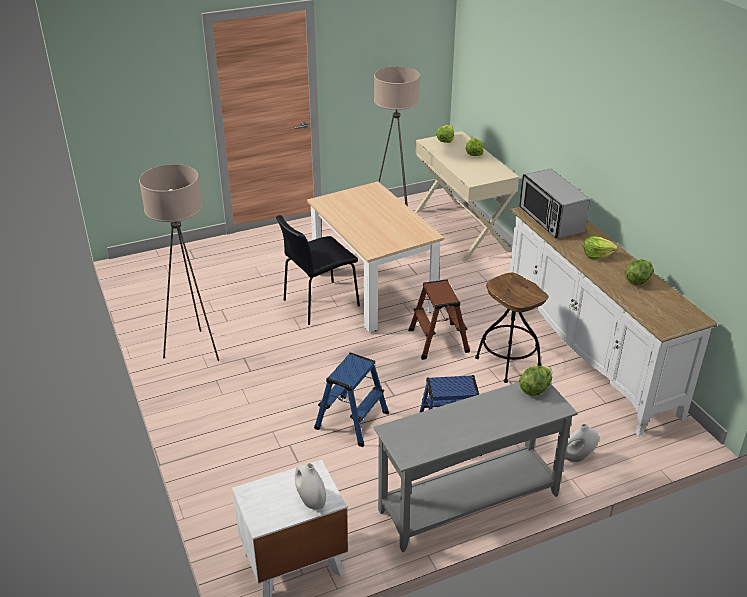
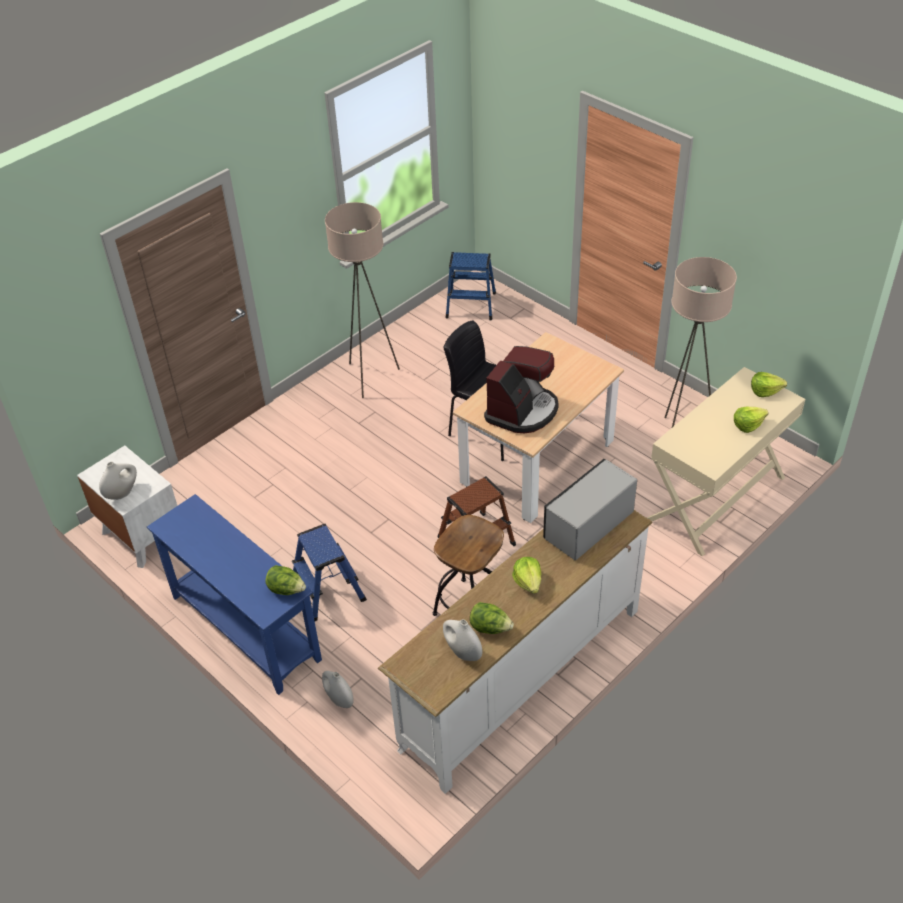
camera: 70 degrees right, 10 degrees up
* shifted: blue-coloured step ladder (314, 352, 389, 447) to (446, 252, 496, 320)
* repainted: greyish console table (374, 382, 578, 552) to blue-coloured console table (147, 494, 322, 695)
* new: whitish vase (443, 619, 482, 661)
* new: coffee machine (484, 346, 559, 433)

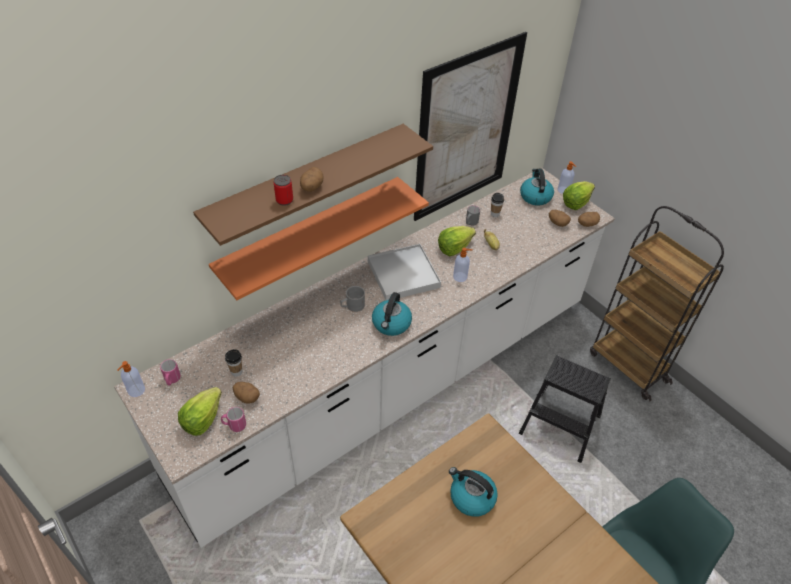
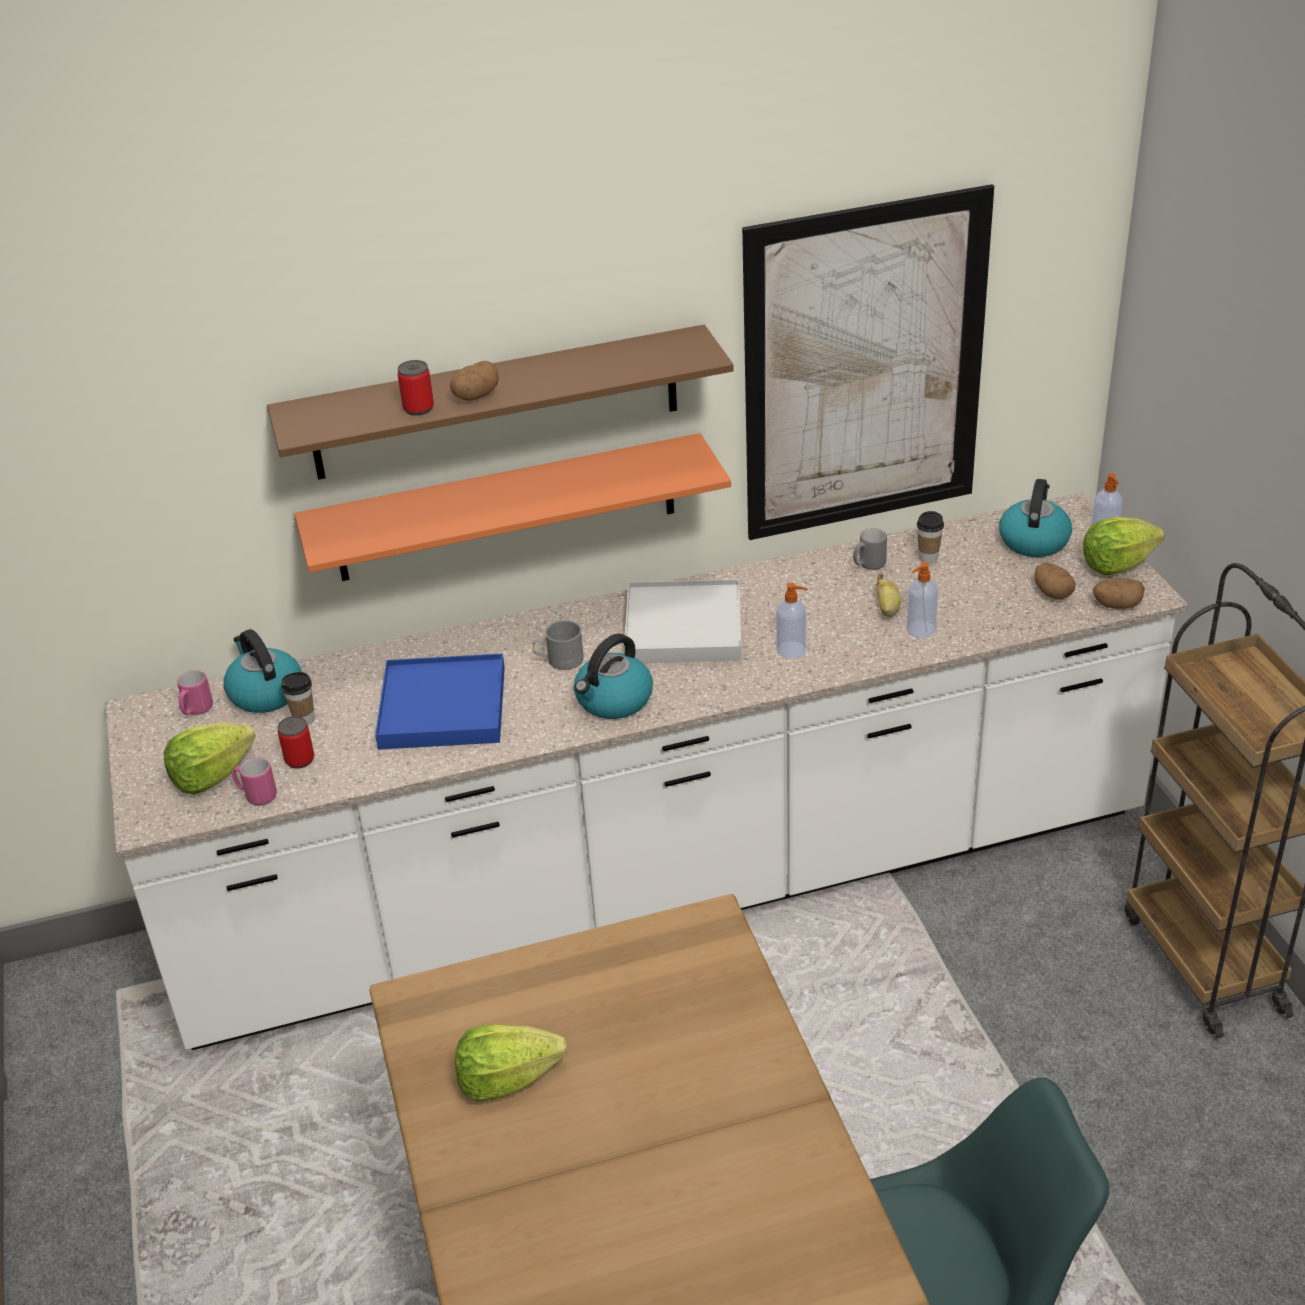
camera: 25 degrees right, 10 degrees down
* shifted: soap dispenser (117, 361, 145, 397) to (907, 562, 938, 638)
* swapped: whole potato (233, 382, 260, 404) to sealed can (277, 716, 314, 769)
* shifted: lettuce head (438, 226, 476, 256) to (455, 1024, 567, 1101)
* shifted: tea kettle (449, 467, 498, 517) to (224, 629, 302, 713)
* gone: black-coloured step ladder (519, 355, 611, 463)
* new: blue-coloured carrying tray (375, 653, 505, 750)

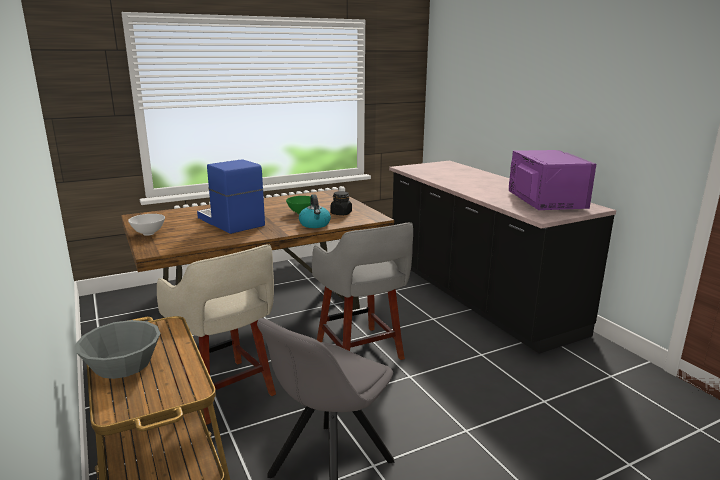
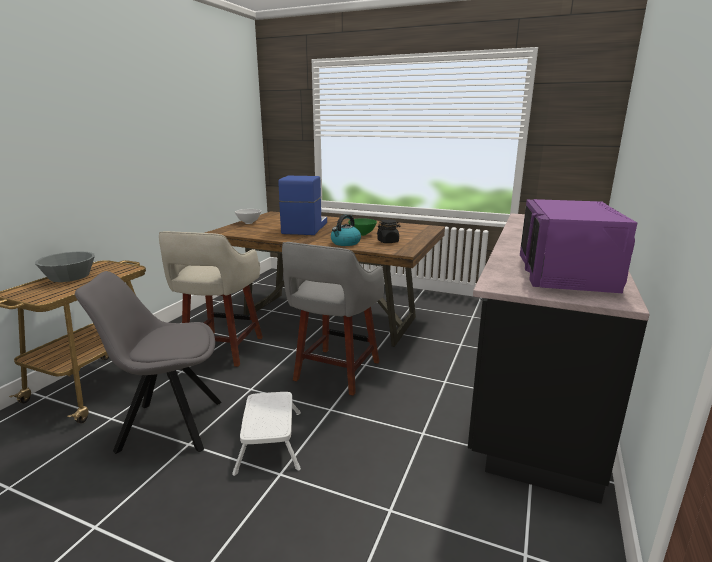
camera: 50 degrees right, 0 degrees up
* rotated: purple-coloured microwave oven (509, 150, 596, 210) = (520, 199, 637, 293) 150 degrees clockwise
* new: whitish step ladder (232, 392, 301, 476)

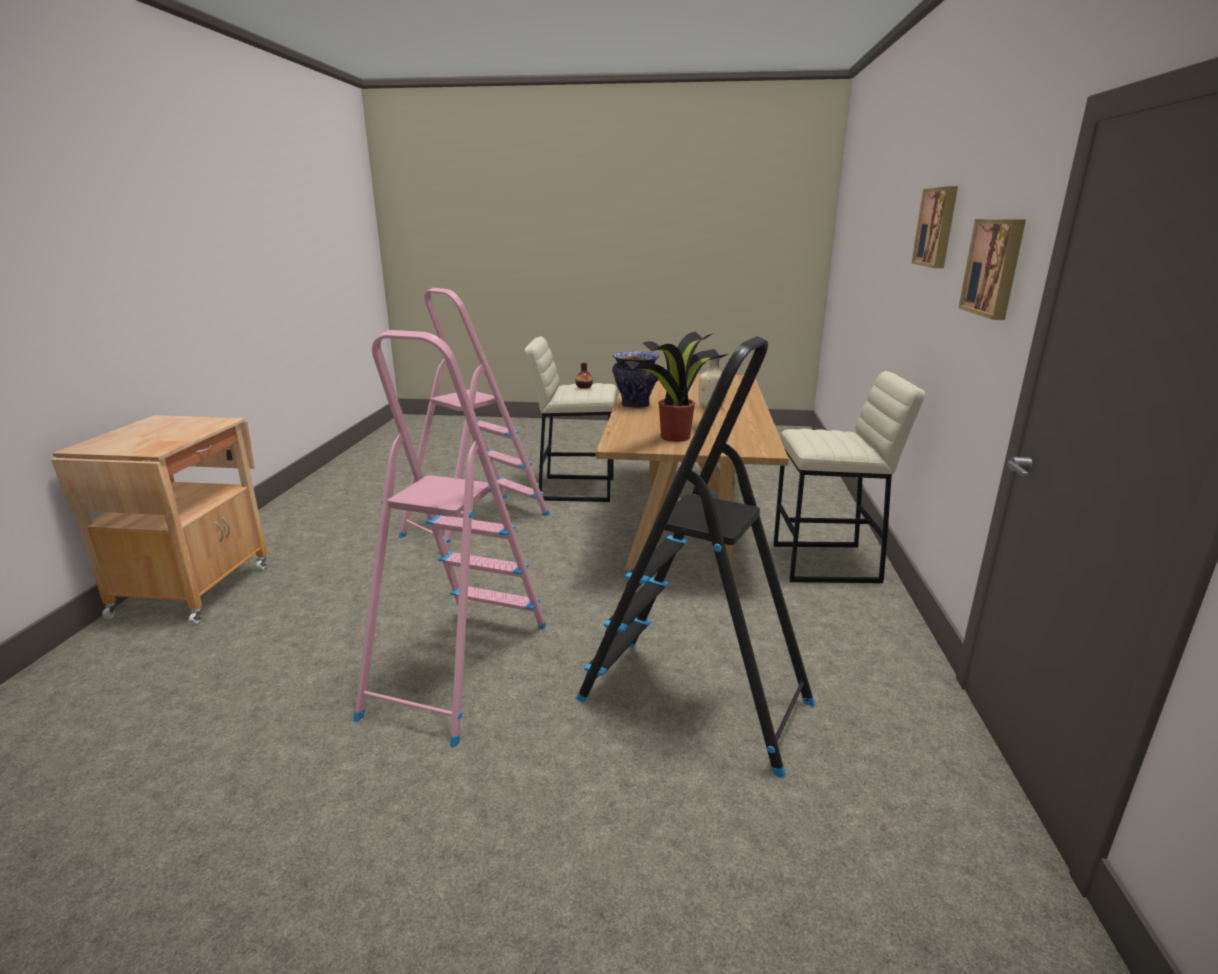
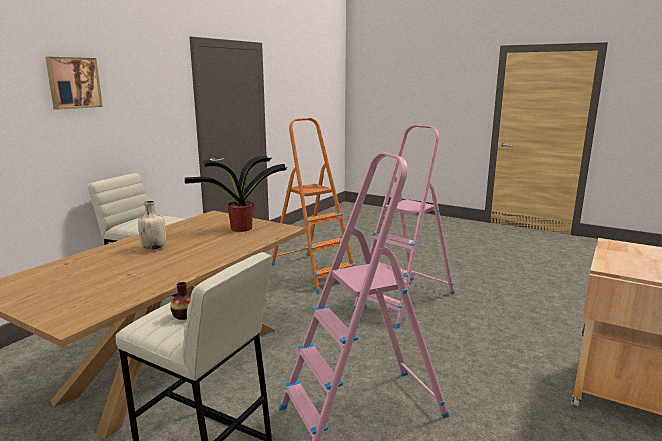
camera: 155 degrees left, 5 degrees down
* repainted: black-coloured step ladder (576, 336, 815, 778) to orangey step ladder (272, 118, 355, 294)
* gone: vase (612, 351, 659, 409)
* gone: picture (959, 219, 1026, 320)

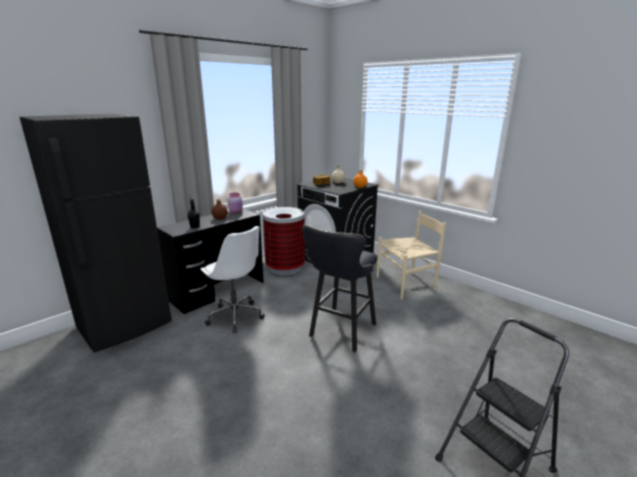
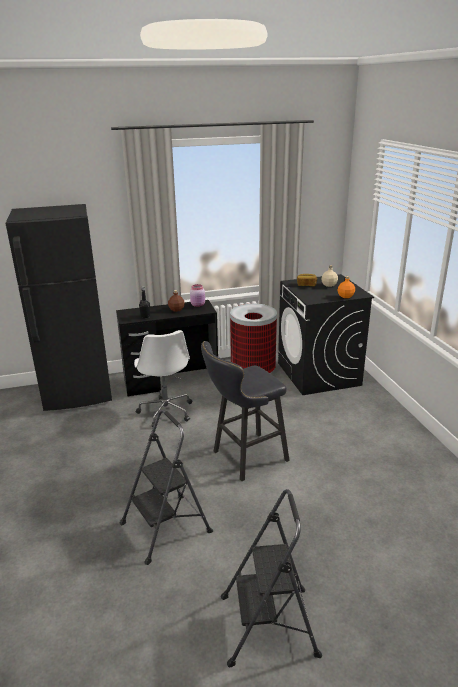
camera: 30 degrees right, 5 degrees up
* gone: sand-coloured plain chair (376, 211, 446, 299)
* new: black-coloured step ladder (120, 409, 213, 565)

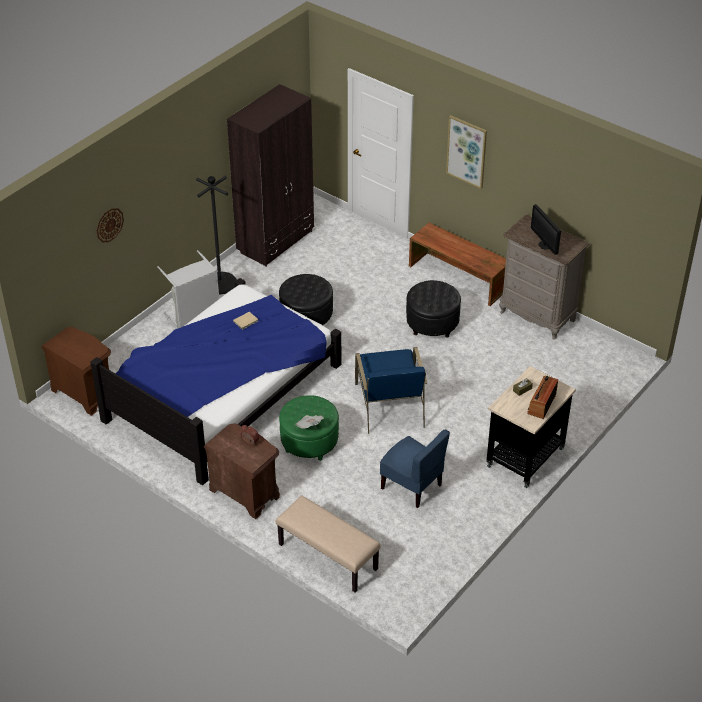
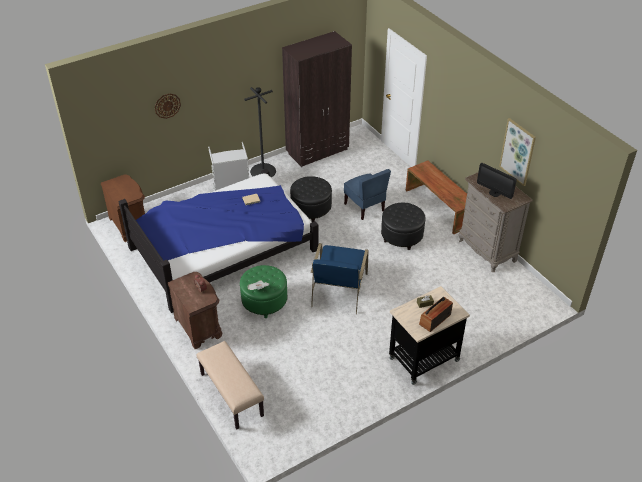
camera: 20 degrees right, 0 degrees up
* shifted: blue-coloured plain chair (380, 429, 450, 508) to (344, 169, 391, 220)
* shifted: picture (446, 115, 487, 189) to (499, 118, 536, 186)
* rotated: monitor (531, 204, 561, 255) = (477, 163, 517, 199) 45 degrees counterclockwise

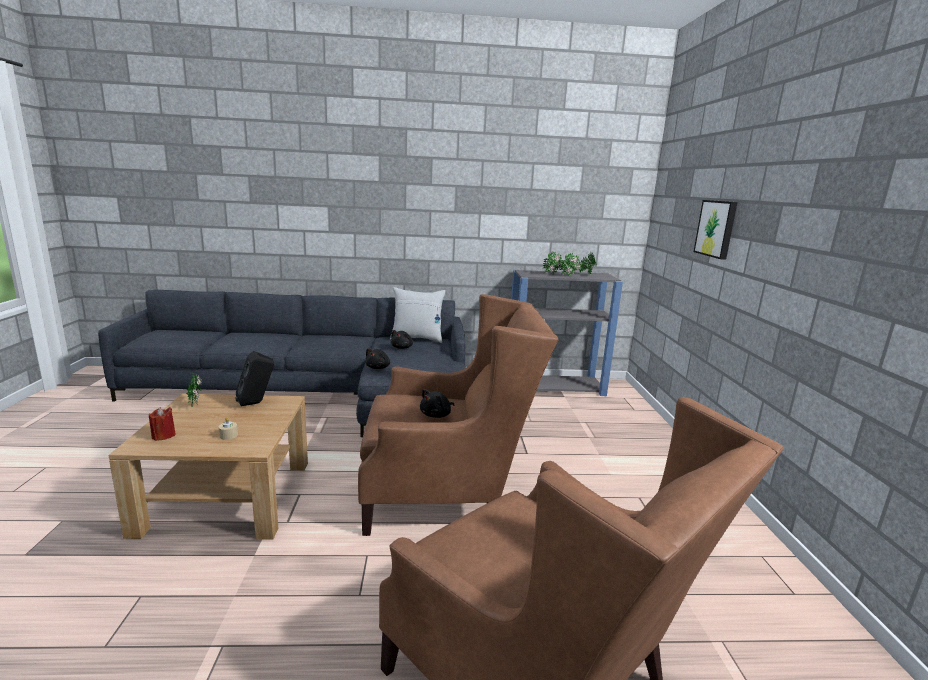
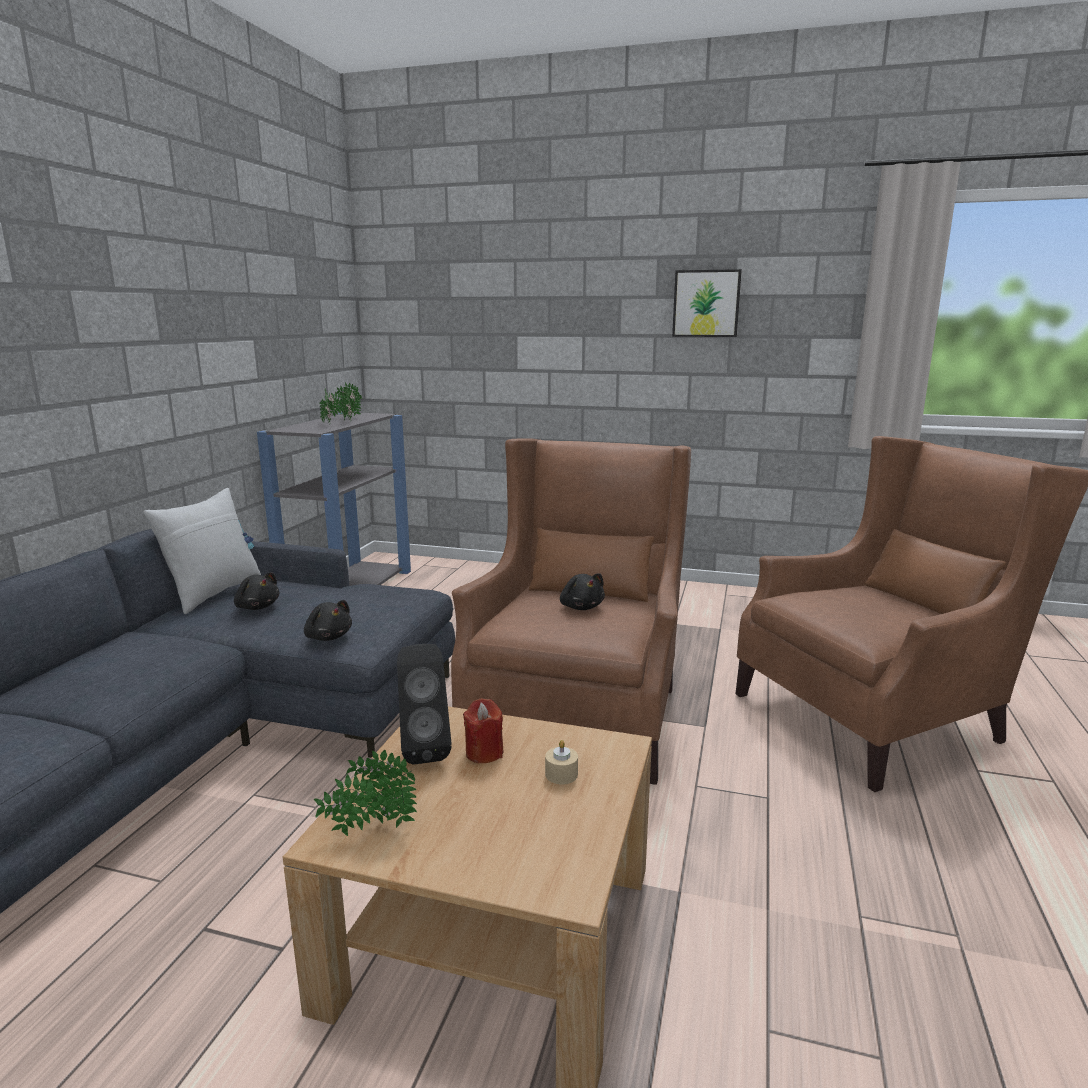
camera: 70 degrees left, 0 degrees up
* shifted: reddish wax light (149, 407, 176, 441) to (463, 698, 504, 763)
* shifted: picture (694, 200, 737, 260) to (672, 269, 742, 337)

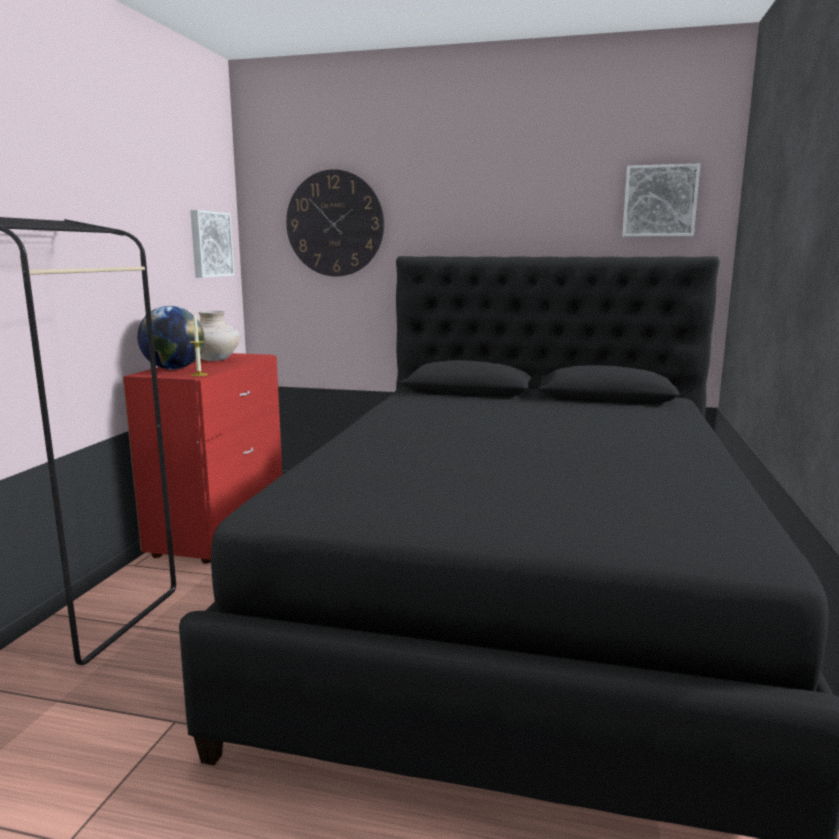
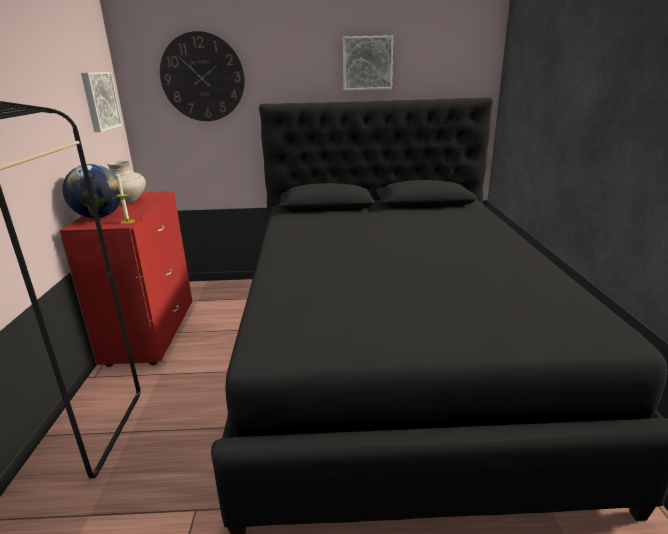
camera: 15 degrees left, 10 degrees up
* shifted: picture (622, 164, 700, 237) to (343, 35, 393, 91)

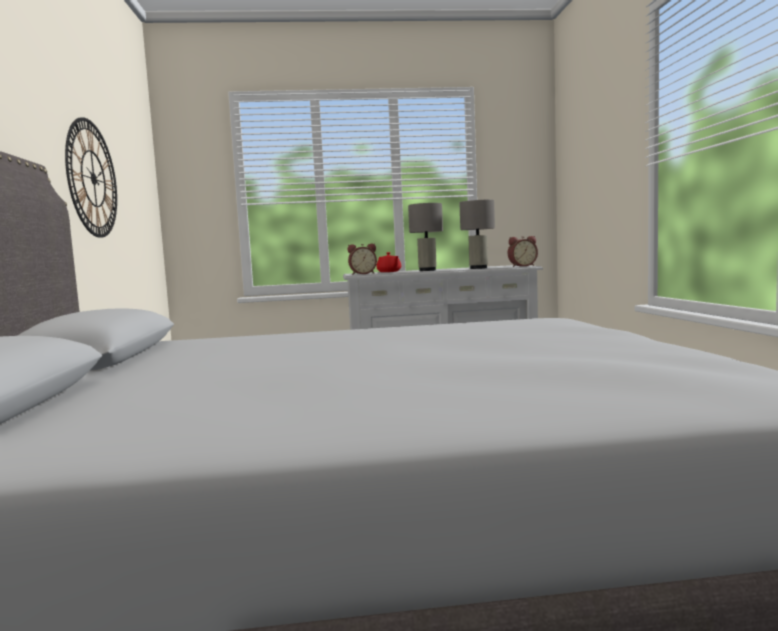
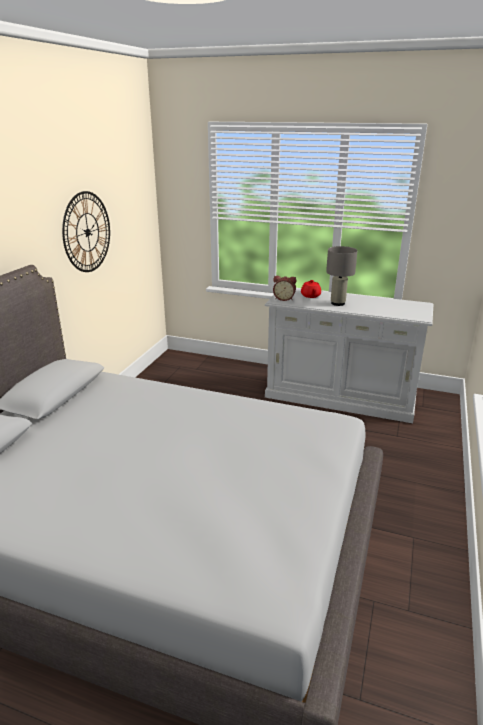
camera: 25 degrees right, 20 degrees up
* gone: greyish tabletop lamp (460, 200, 495, 269)
* gone: bedside clock (508, 236, 538, 267)

